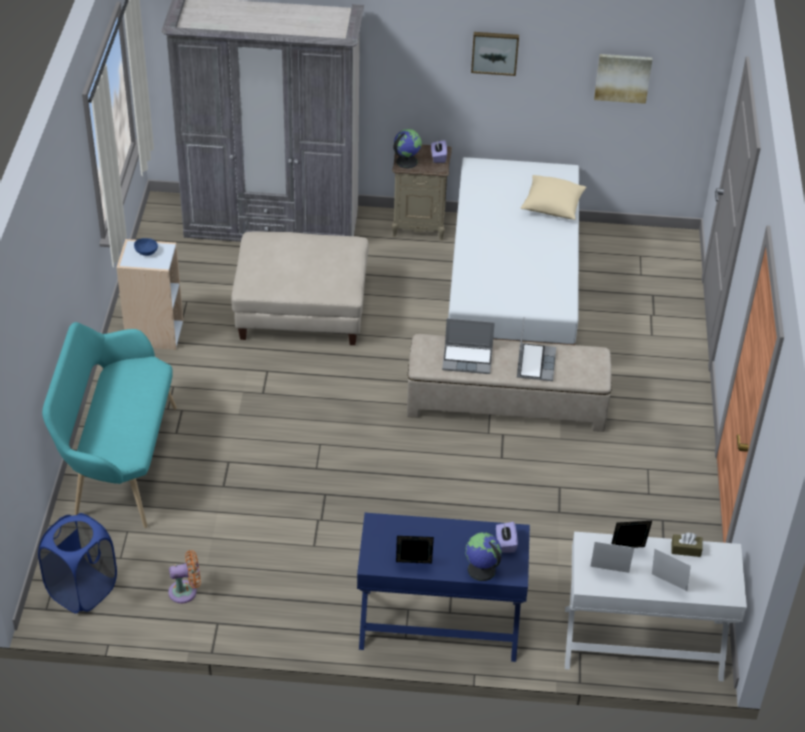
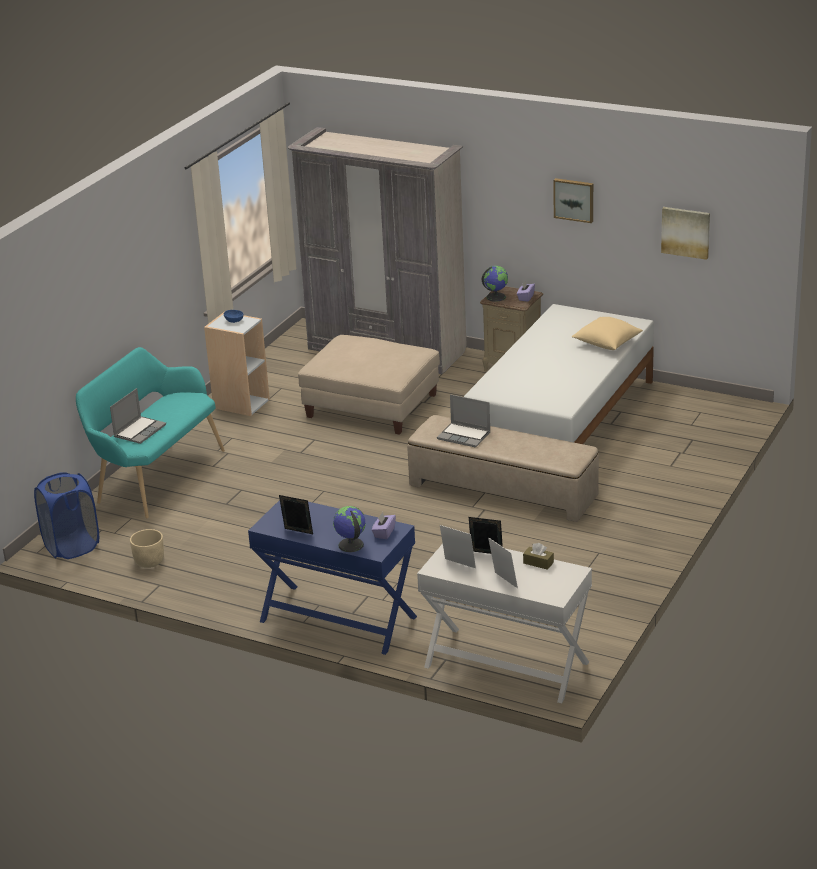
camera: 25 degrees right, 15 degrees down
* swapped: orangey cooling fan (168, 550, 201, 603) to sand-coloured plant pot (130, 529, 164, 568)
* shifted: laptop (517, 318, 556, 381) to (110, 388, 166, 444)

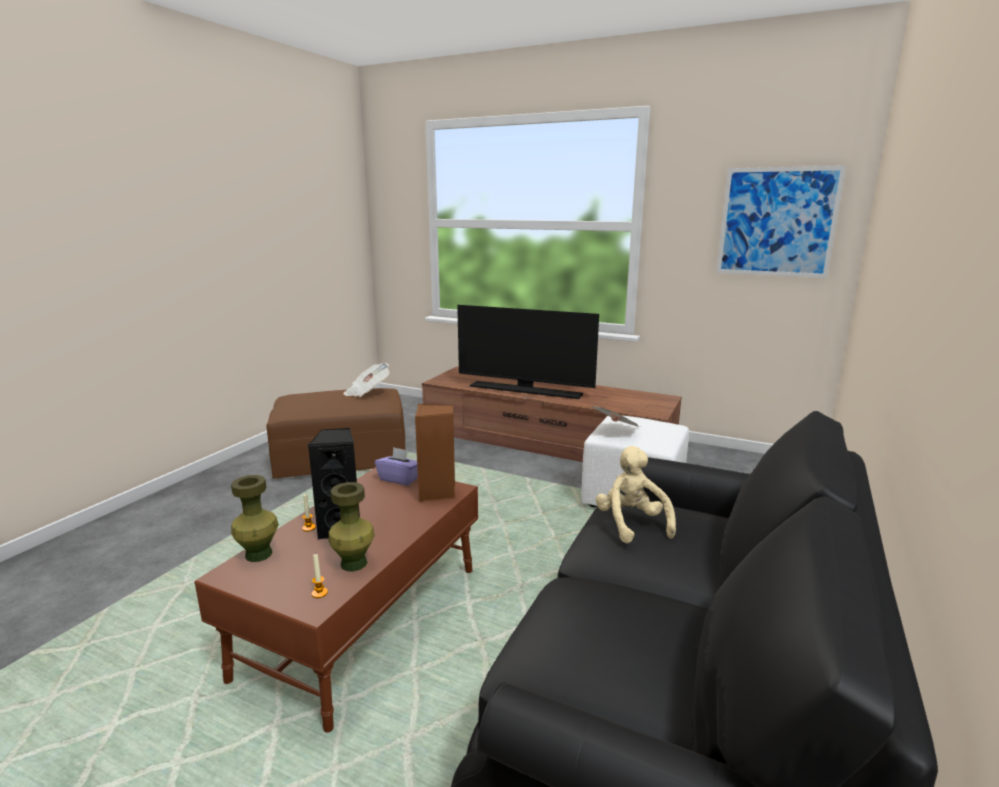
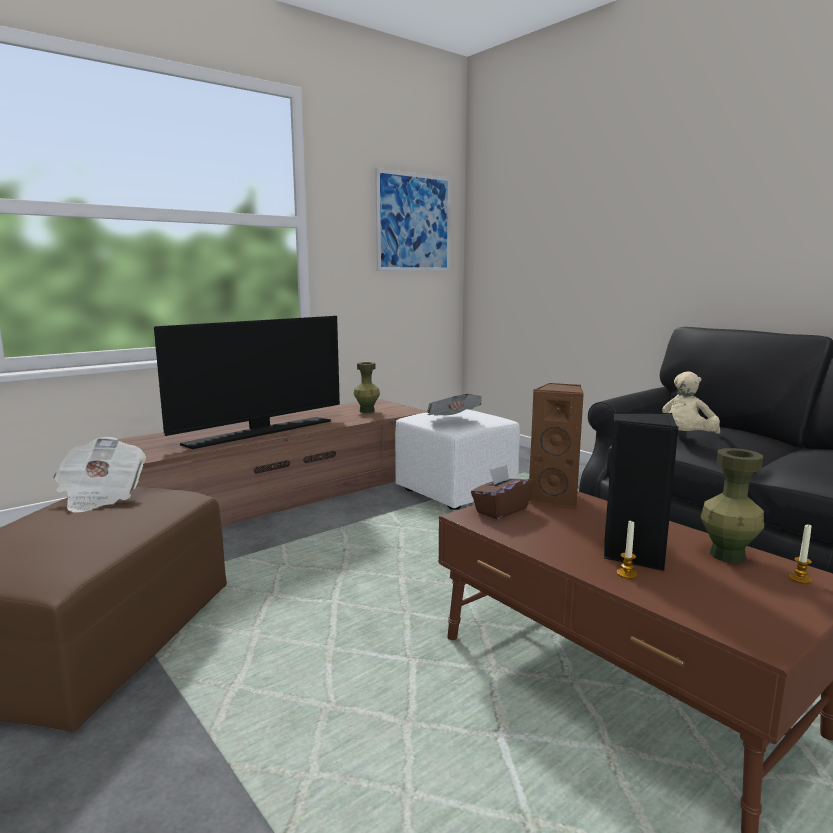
camera: 65 degrees left, 5 degrees down
* shifted: greenish vase (231, 475, 279, 562) to (354, 362, 380, 413)
* repainted: purple-coloured tissue holder (375, 447, 418, 485) to brown-coloured tissue holder (471, 465, 533, 519)
* rotated: sand-coloured soft toy (596, 446, 676, 544) = (662, 371, 720, 434) 60 degrees counterclockwise

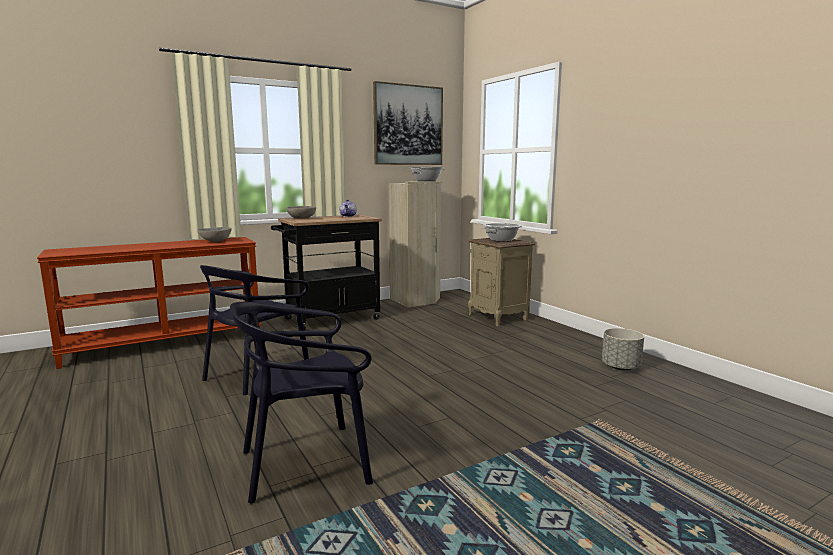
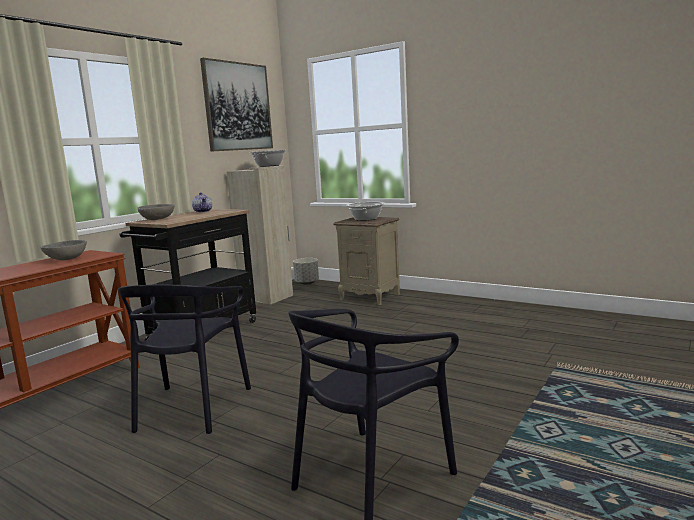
camera: 25 degrees left, 0 degrees up
* shifted: greyish plant pot (602, 328, 644, 370) to (293, 258, 319, 284)

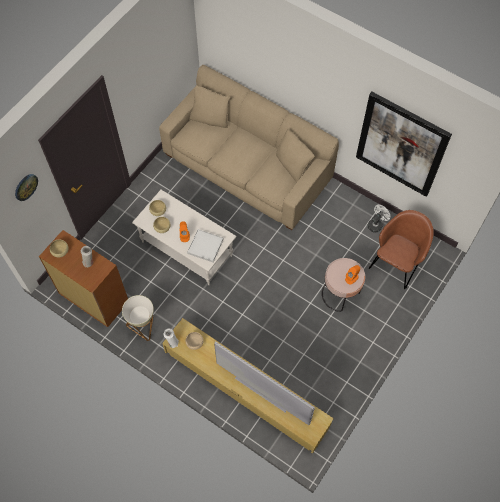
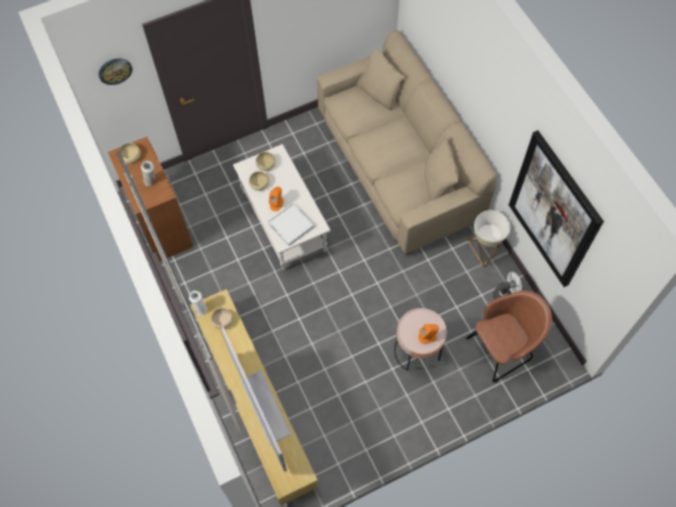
camera: 30 degrees right, 0 degrees up
* shifted: plant pot (122, 295, 154, 341) to (467, 210, 511, 267)

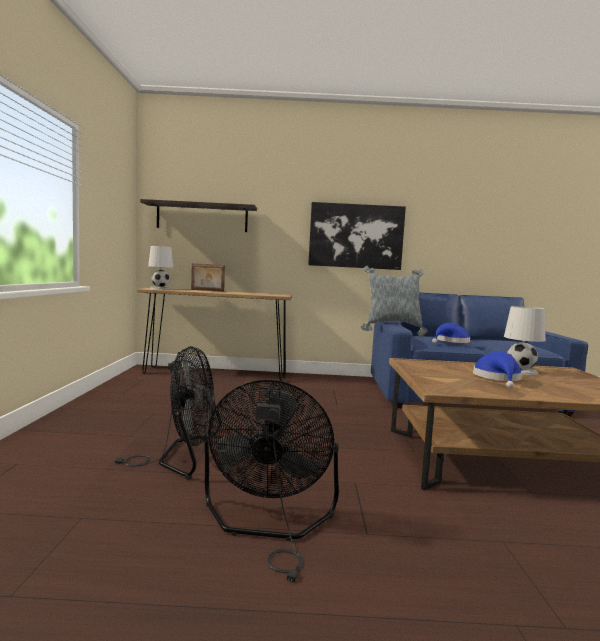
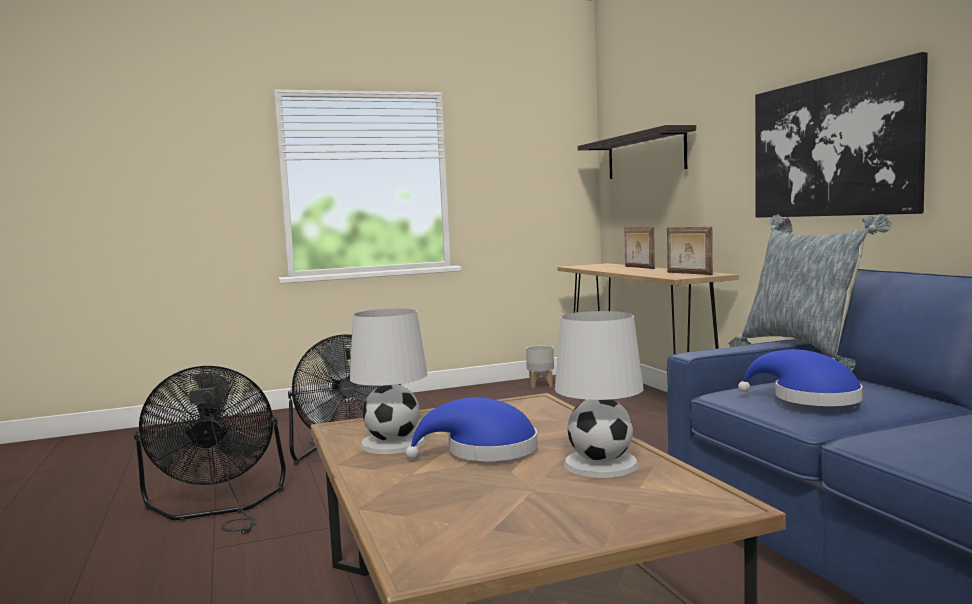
camera: 70 degrees right, 0 degrees up
* shifted: whitish tabletop lamp (148, 246, 173, 289) to (350, 309, 427, 454)
* rotated: black-coloured cooling fan (203, 380, 339, 582) = (134, 366, 286, 534) 90 degrees counterclockwise
* new: greyish plant pot (526, 346, 554, 388)
* new: photo frame (667, 227, 713, 275)

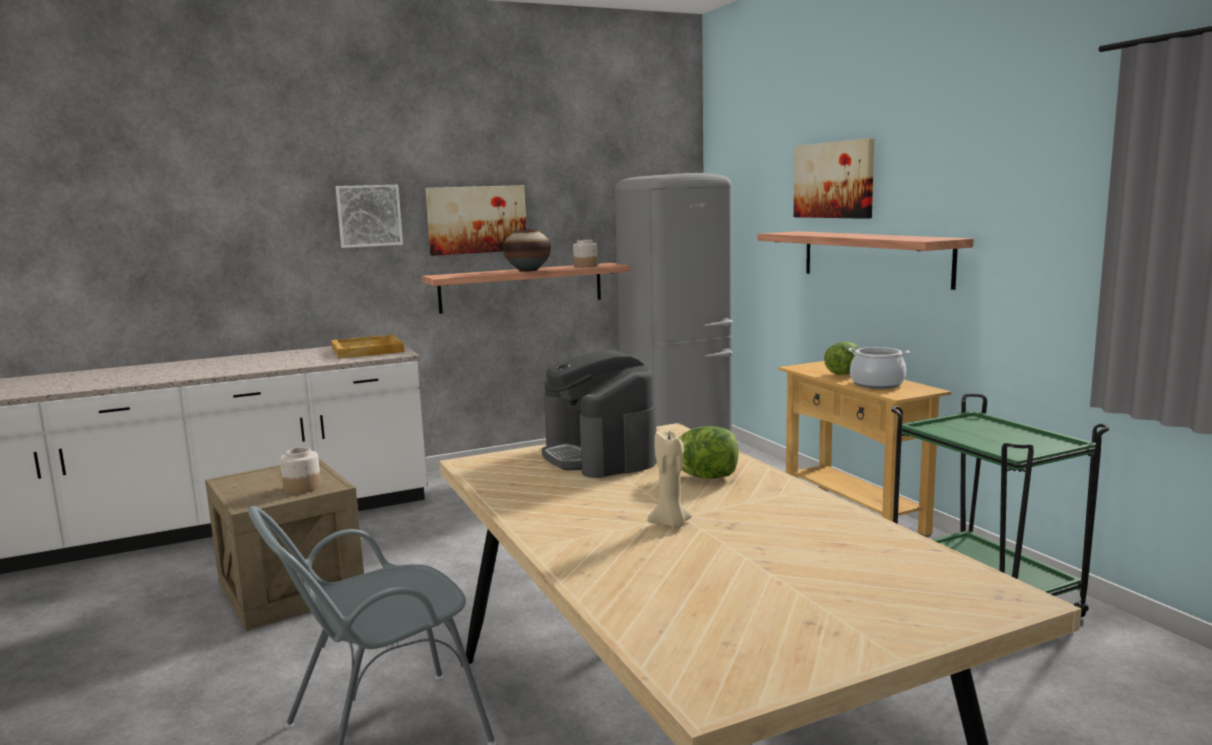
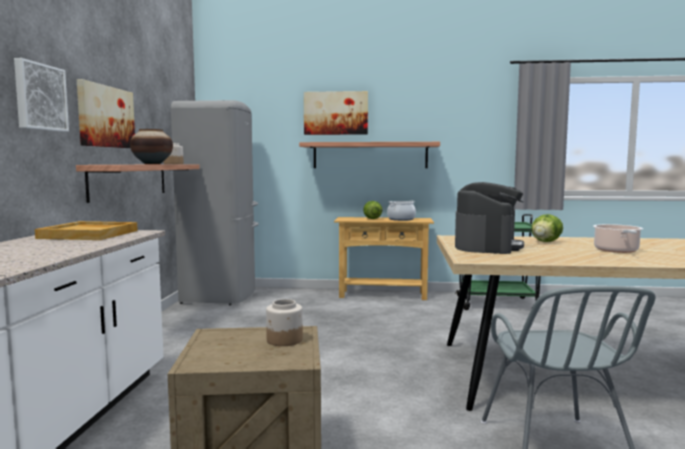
camera: 60 degrees left, 5 degrees down
* rotated: coffee machine (542, 350, 657, 478) = (455, 182, 524, 254) 75 degrees counterclockwise
* swapped: sand-coloured wax light (647, 431, 692, 527) to saucepot (593, 224, 643, 253)

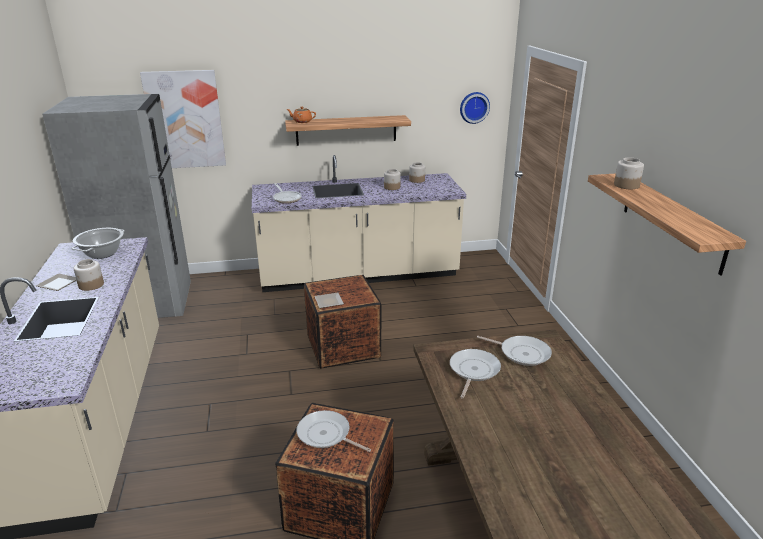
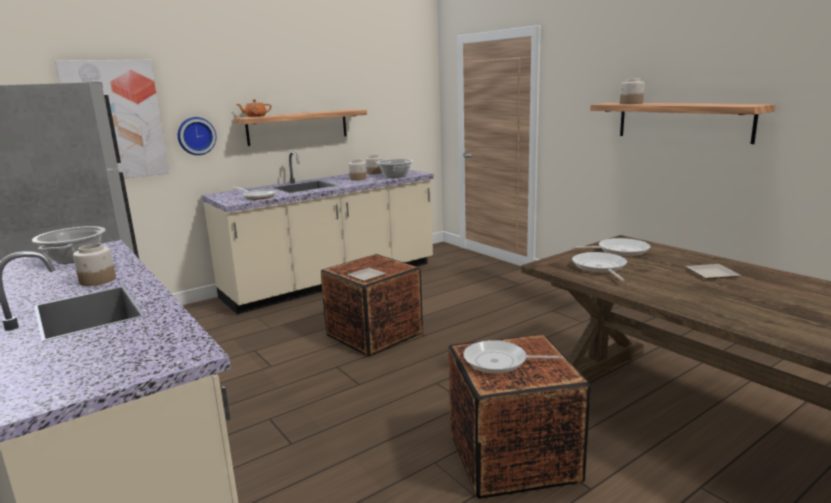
camera: 25 degrees left, 10 degrees down
* shifted: dinner plate (36, 274, 76, 291) to (685, 264, 741, 279)
* shifted: hanging clock (460, 92, 490, 124) to (178, 117, 216, 155)
* new: saucepot (376, 159, 413, 178)

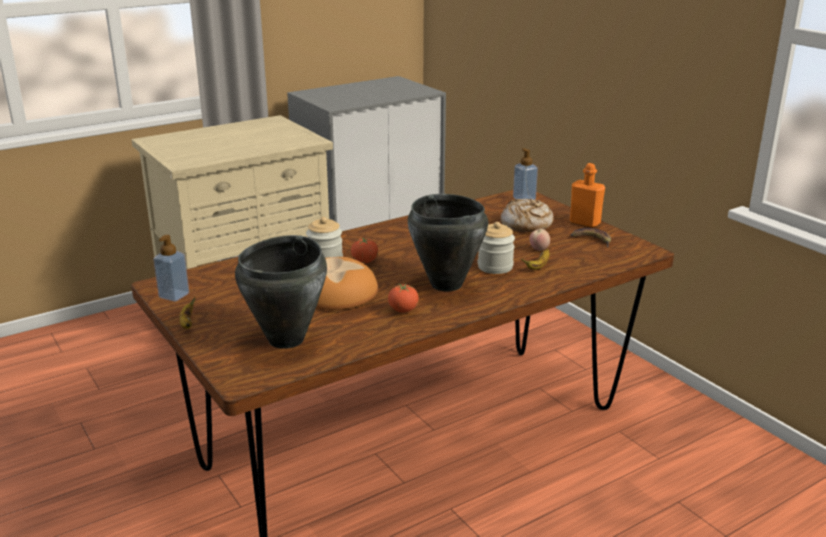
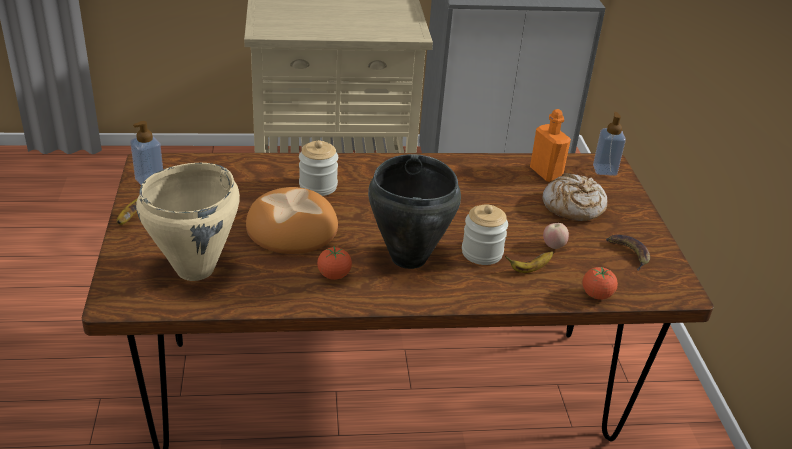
camera: 25 degrees right, 10 degrees up
* repainted: black-coloured saucepot (235, 235, 327, 349) to sand-coloured saucepot (136, 163, 240, 281)
* shifted: fresh tomato (351, 238, 378, 263) to (582, 267, 618, 300)
* shifted: orangey bottle (570, 163, 605, 228) to (530, 109, 571, 182)

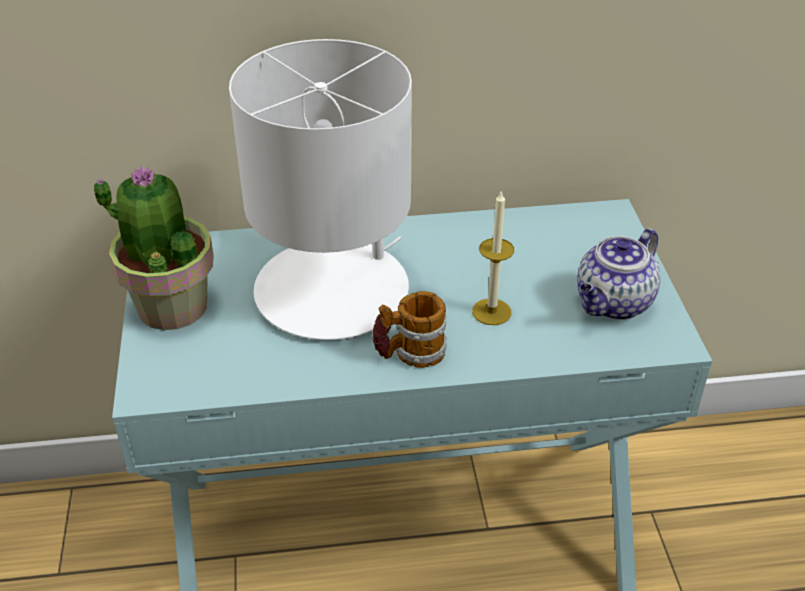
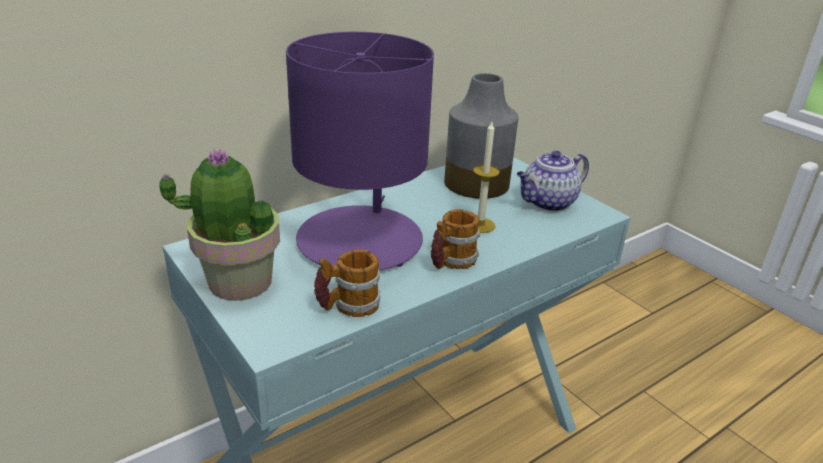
camera: 30 degrees left, 10 degrees down
* repainted: whitish tabletop lamp (229, 39, 412, 341) to purple-coloured tabletop lamp (286, 32, 434, 270)
* rotated: tea pot (577, 228, 661, 320) = (517, 151, 589, 212) 45 degrees clockwise
* new: tea mug (314, 249, 380, 317)
* new: greyish vase (444, 73, 518, 199)

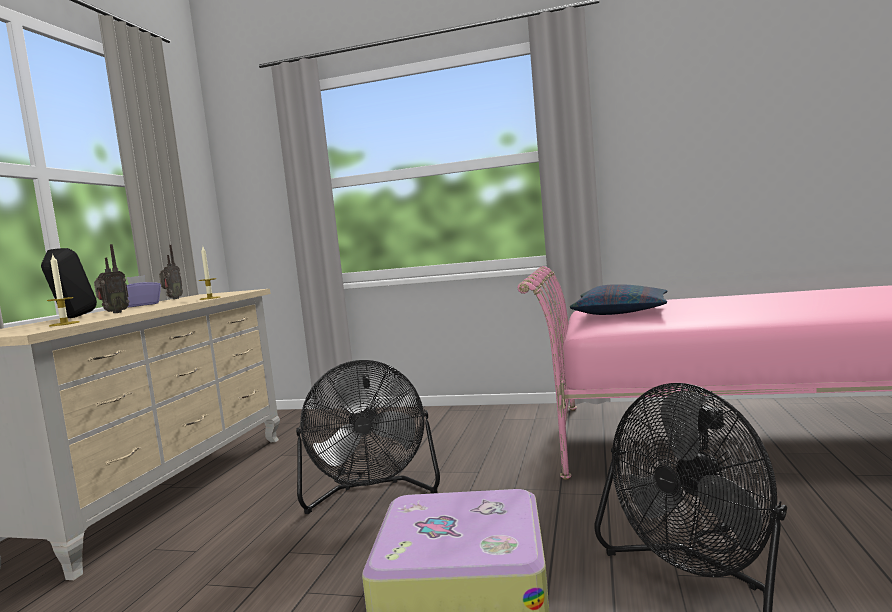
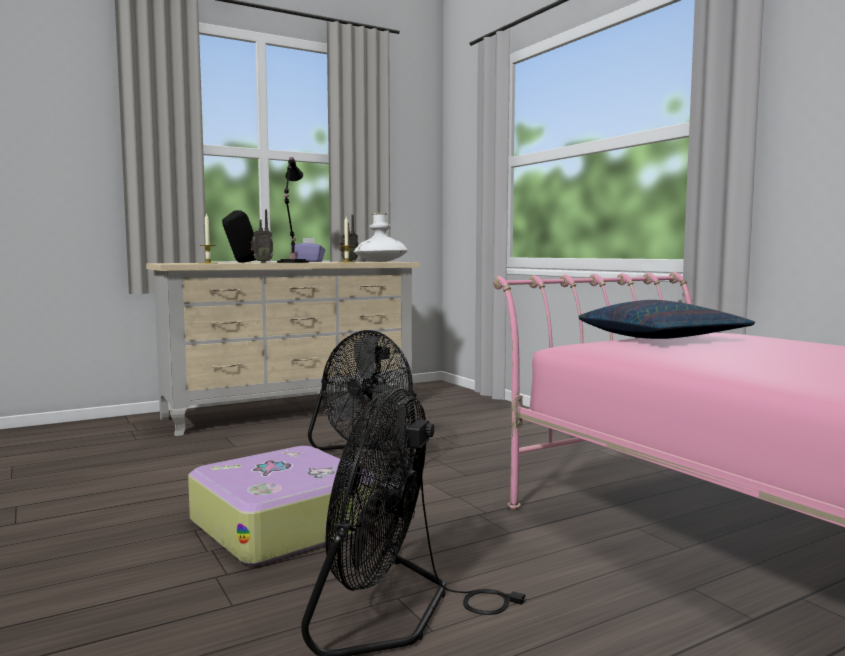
camera: 45 degrees right, 0 degrees up
* new: black-coloured tabletop lamp (277, 157, 309, 263)
* new: whitish vase (354, 213, 408, 262)

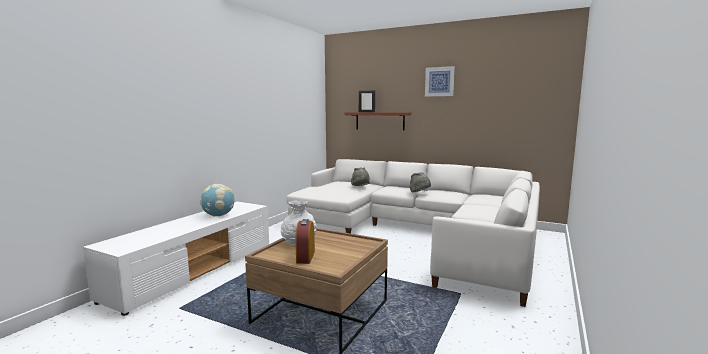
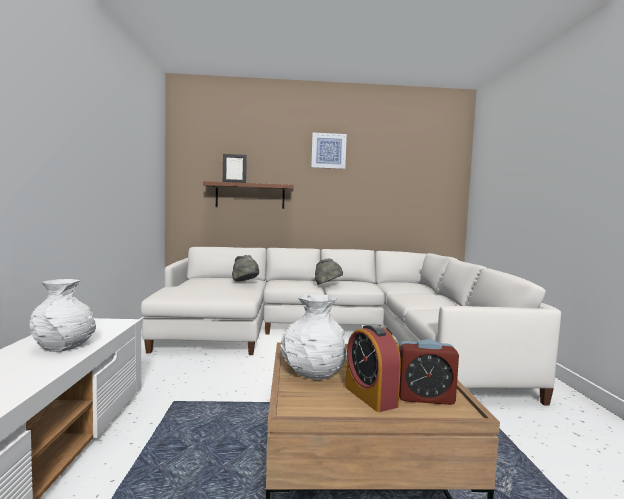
camera: 30 degrees left, 5 degrees down
* swapped: globe (200, 184, 235, 217) to whitish vase (30, 279, 96, 352)
* new: bedside clock (399, 339, 459, 405)

